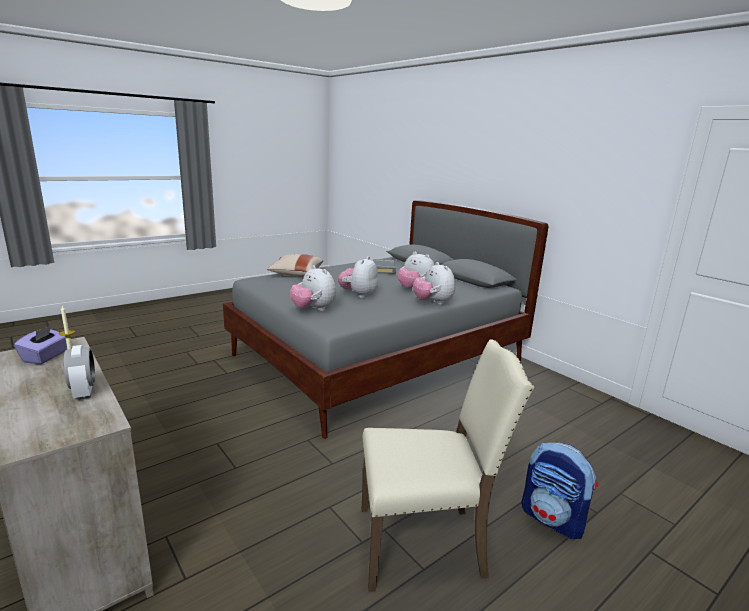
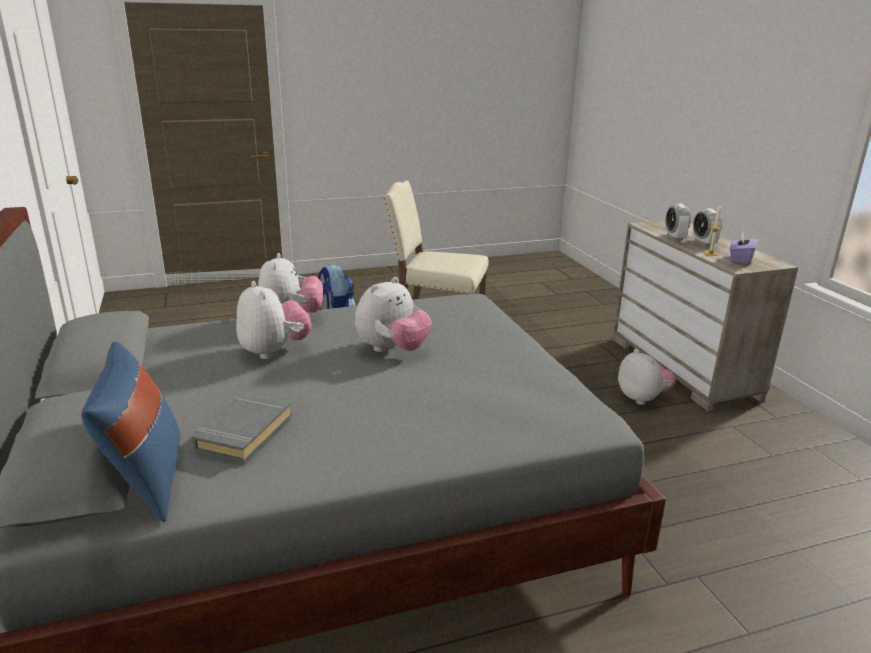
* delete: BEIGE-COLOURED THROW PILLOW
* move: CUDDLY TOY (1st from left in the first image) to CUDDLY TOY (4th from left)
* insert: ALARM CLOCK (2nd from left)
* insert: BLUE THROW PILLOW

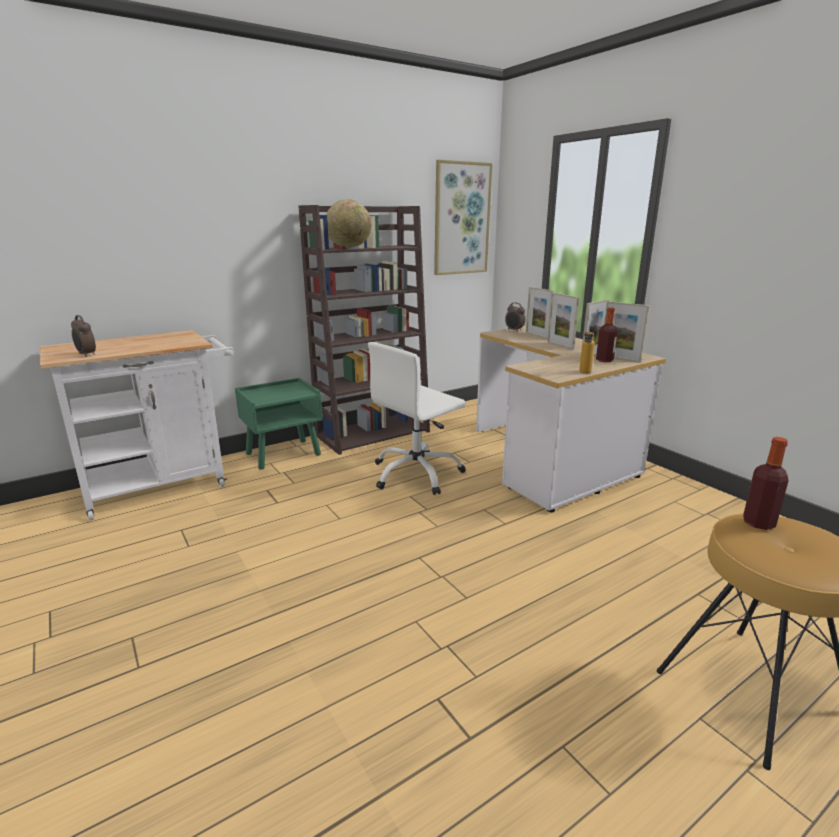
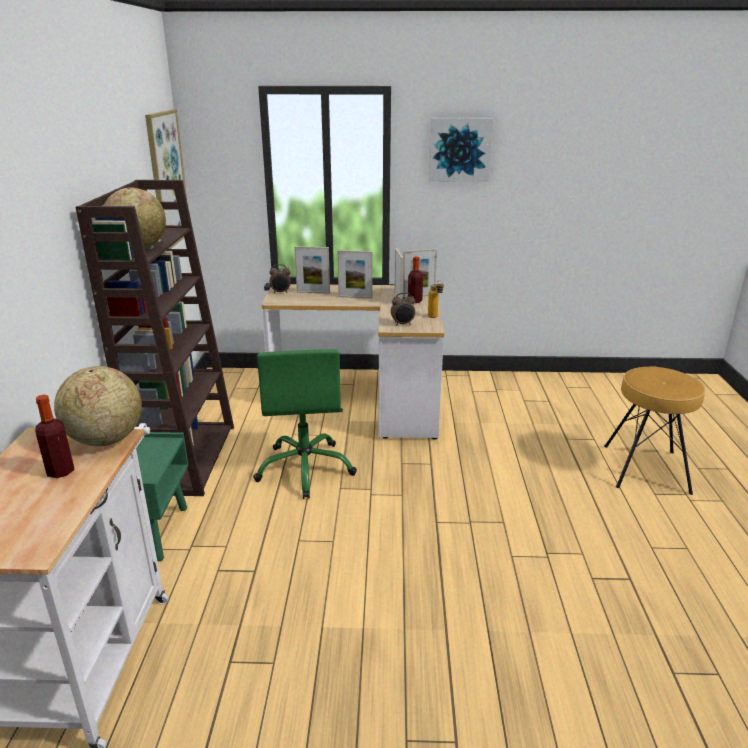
* move: ALARM CLOCK (1st from left in the first image) to ALARM CLOCK (2nd from left)
* recolor: WHITISH DESK CHAIR to GREEN-COLOURED DESK CHAIR
* move: BEVERAGE BOTTLE (3rd from left in the first image) to BEVERAGE BOTTLE (1st from left)
* insert: PICTURE (2nd from left)
* insert: WORLD GLOBE (1st from left)

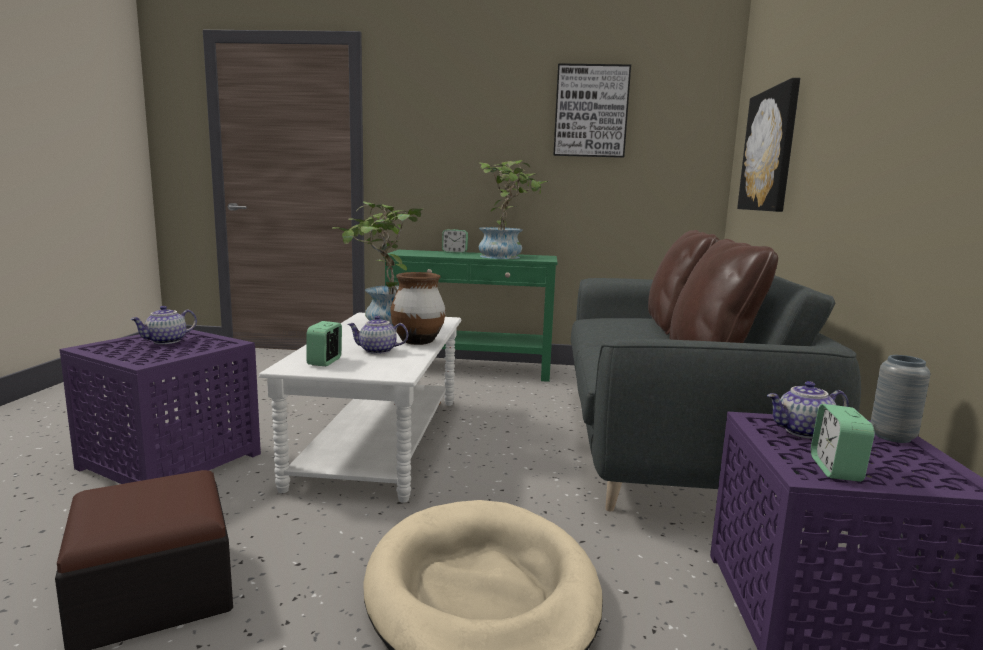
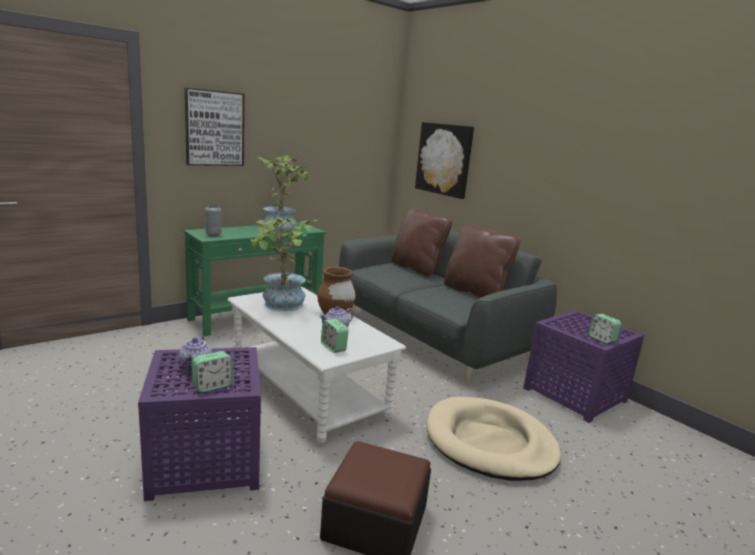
* move: PICTURE (1st from left)
* move: ALARM CLOCK (2nd from left in the first image) to ALARM CLOCK (1st from left)
* move: GREY FLOWER VASE
* delete: TEA POT (3rd from left)

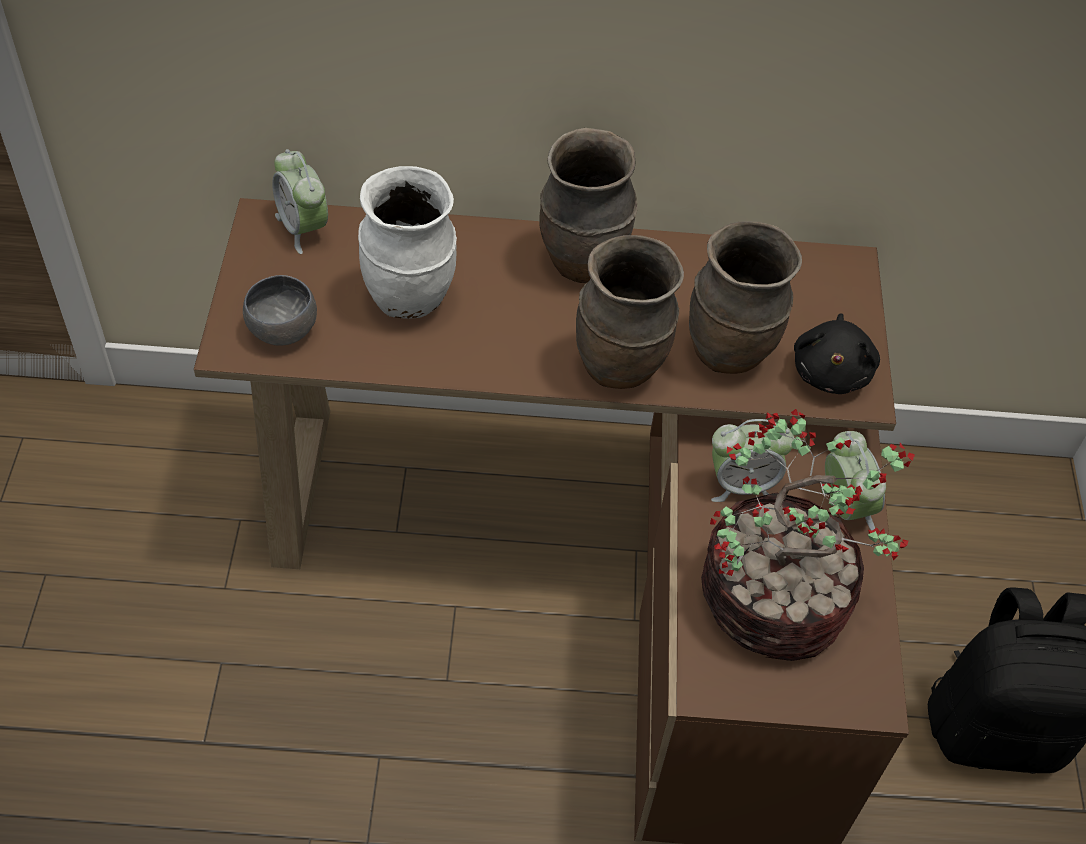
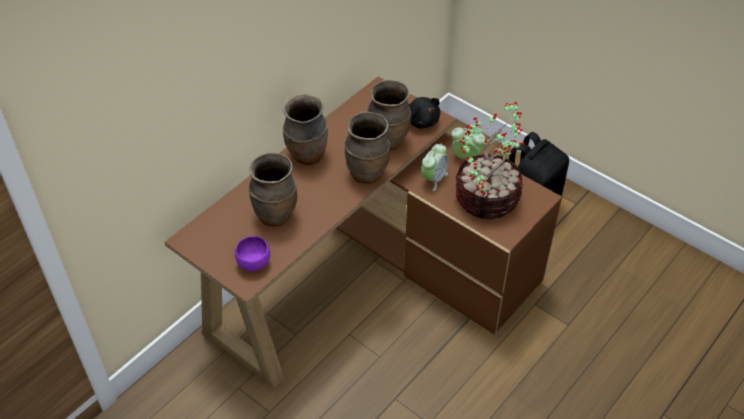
* delete: ALARM CLOCK (1st from left)
* recolor: WHITISH FLOWER VASE to BROWN-COLOURED FLOWER VASE (1st from left)
* recolor: GREY DEEP DISH to PURPLISH DEEP DISH

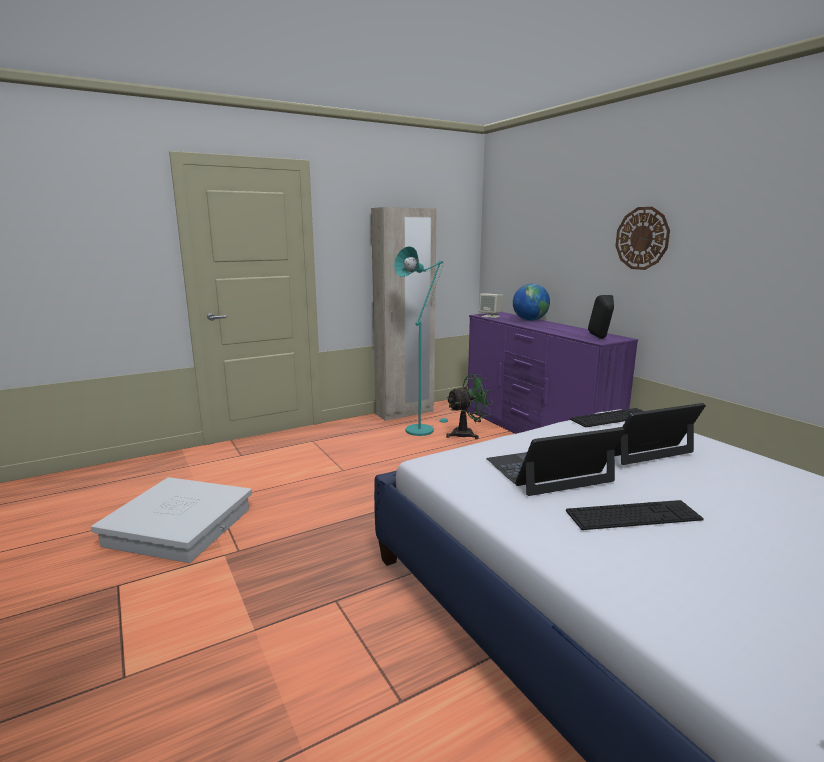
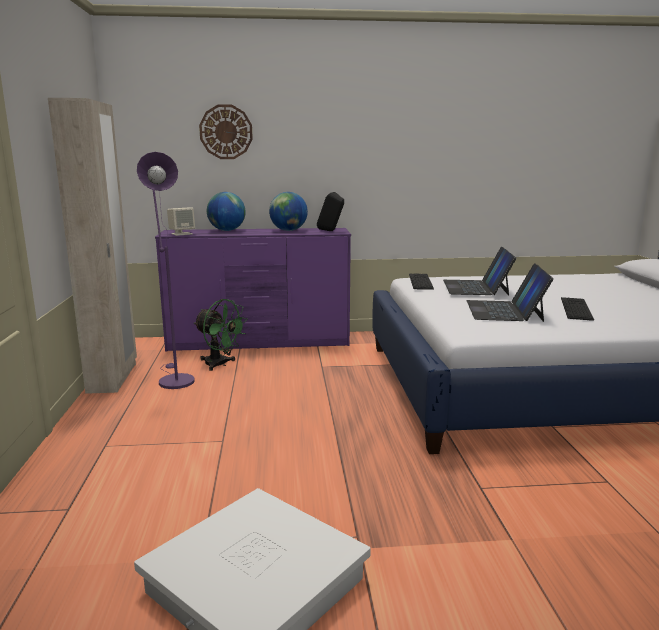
* move: HANGING CLOCK
* recolor: BLUE-GREEN STANDARD LAMP to PURPLISH STANDARD LAMP
* rotate: GREEN-COLOURED ELECTRIC FAN 120 degrees clockwise
* insert: WORLD GLOBE (2nd from left)

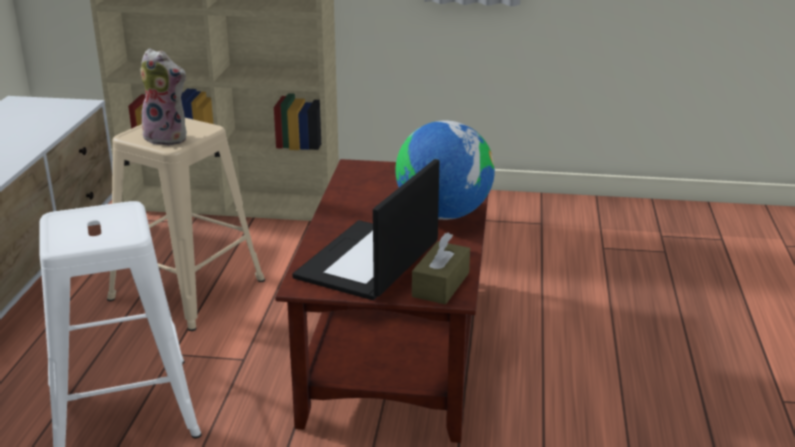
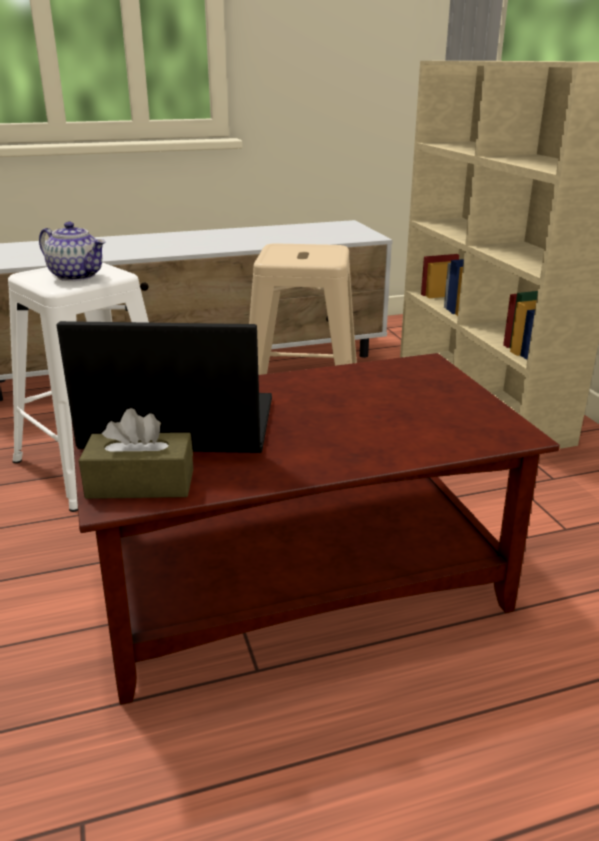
* delete: CUDDLY TOY
* delete: WORLD GLOBE
* insert: TEA POT

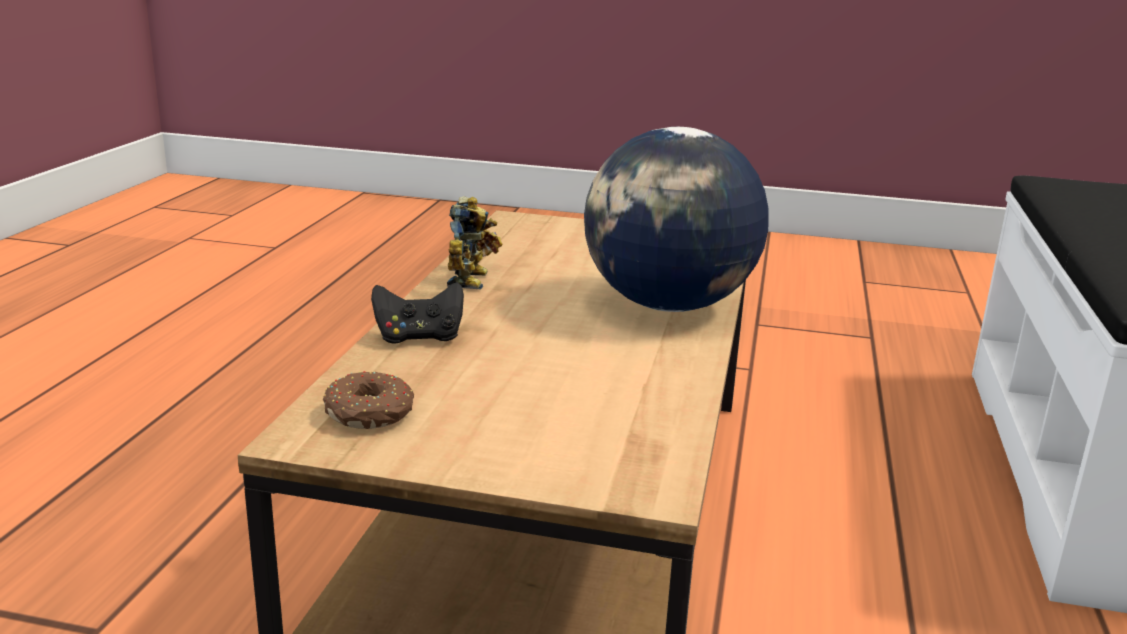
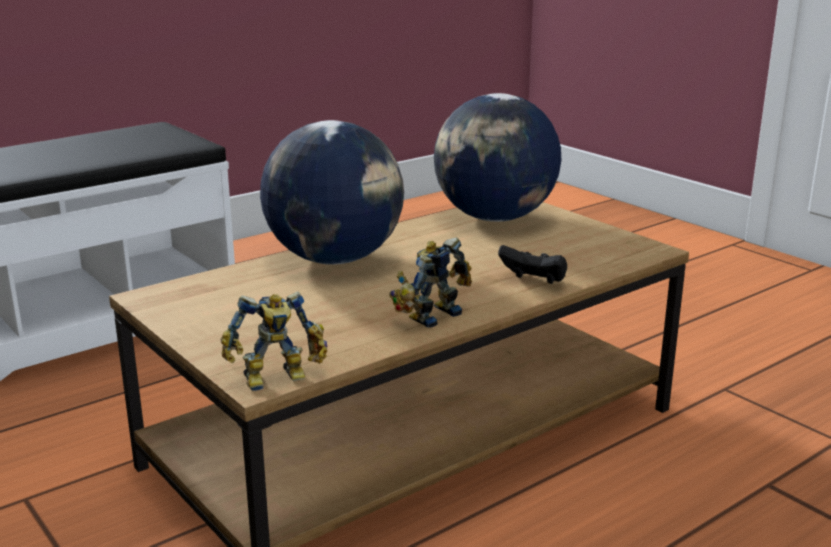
* delete: RING DOUGHNUT
* insert: WORLD GLOBE (2nd from left)
* insert: MODEL ROBOT (1st from left)

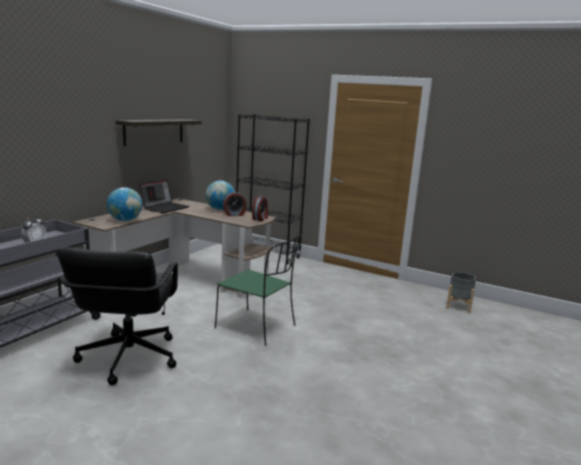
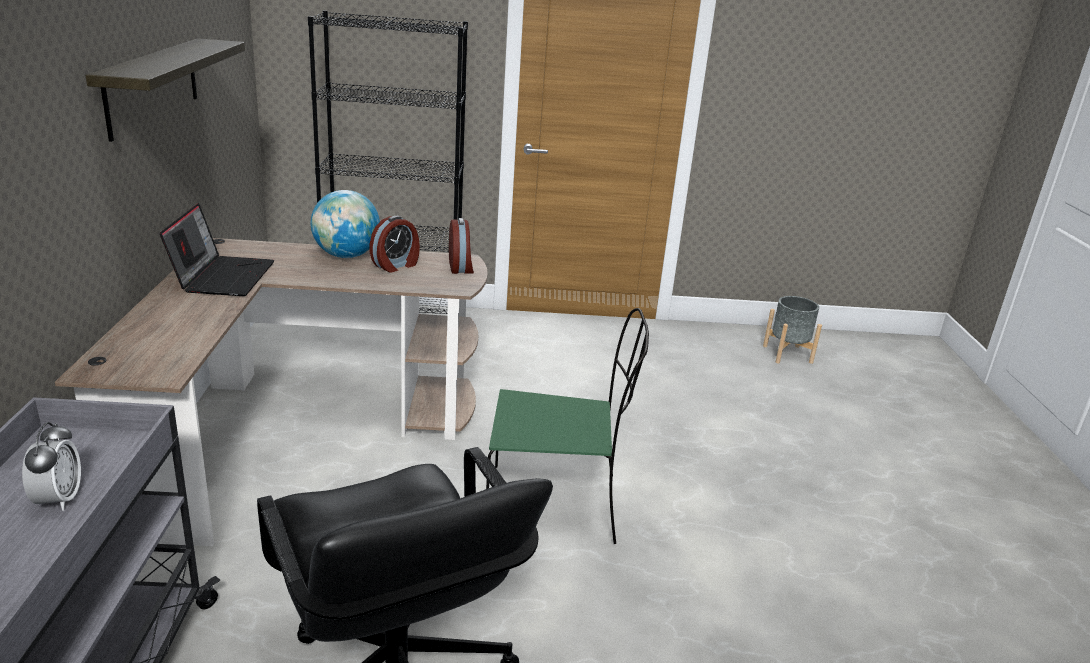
* delete: WORLD GLOBE (1st from left)

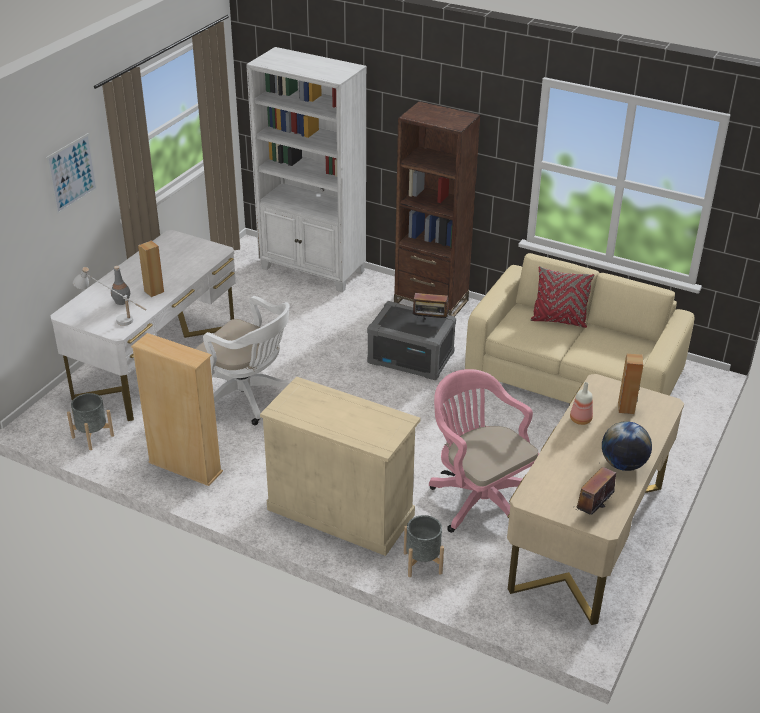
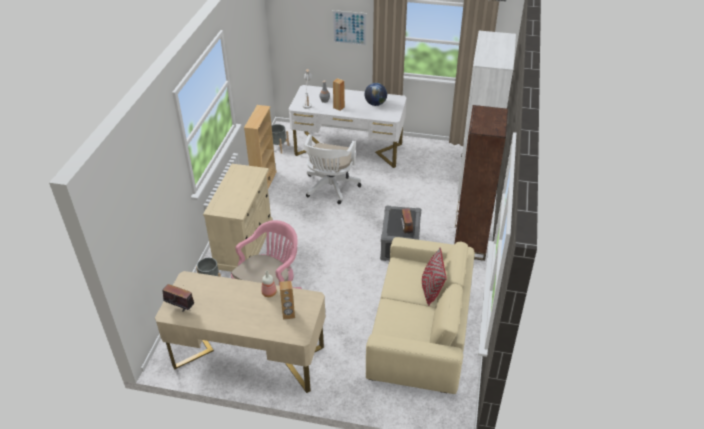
* move: WORLD GLOBE

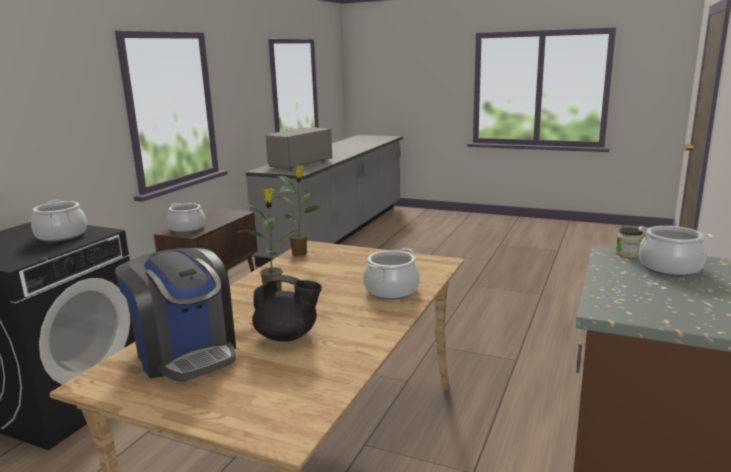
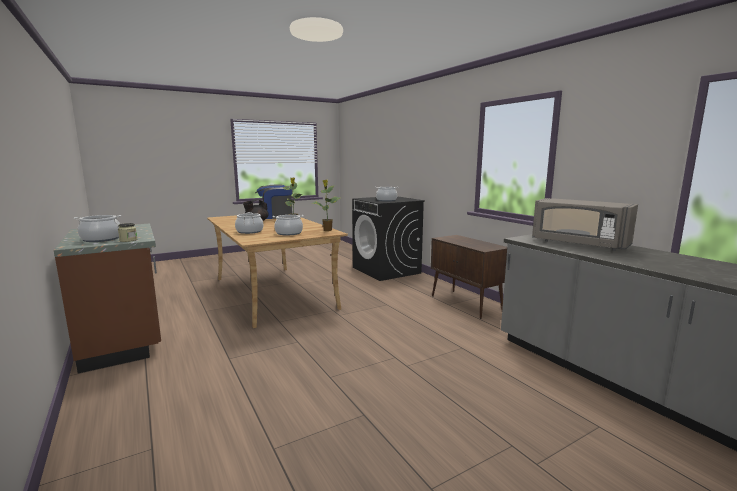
* rotate: GREY MICROWAVE OVEN 150 degrees clockwise
* move: STOCKPOT (2nd from left in the first image) to STOCKPOT (3rd from left)

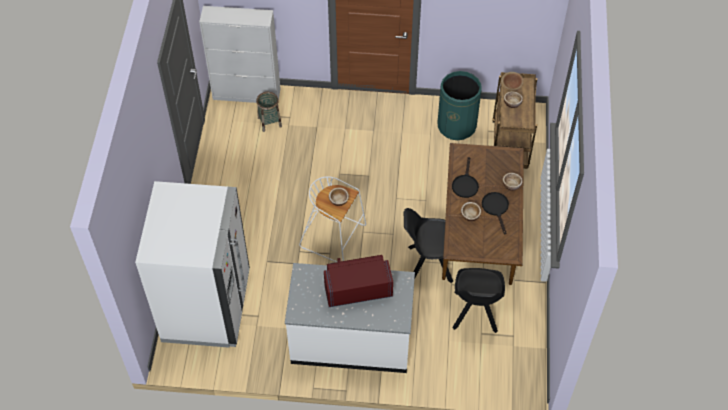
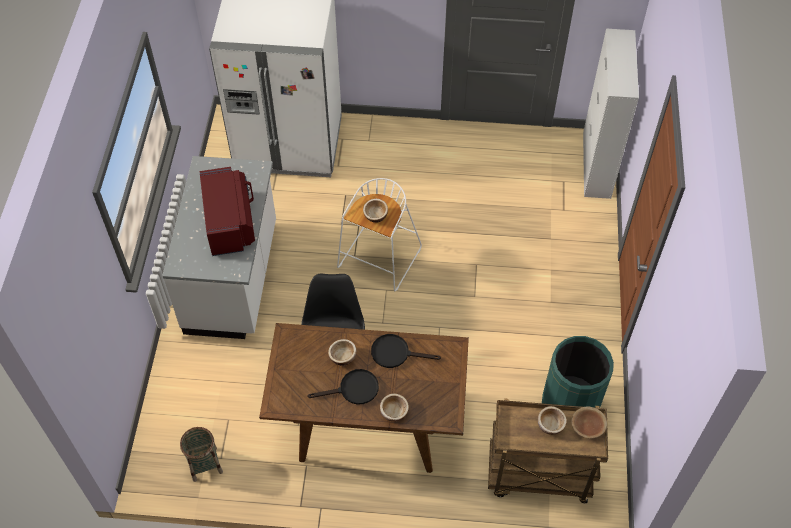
* move: HOUSEHOLD BASKET
* delete: BLACK PLAIN CHAIR (2nd from left)

